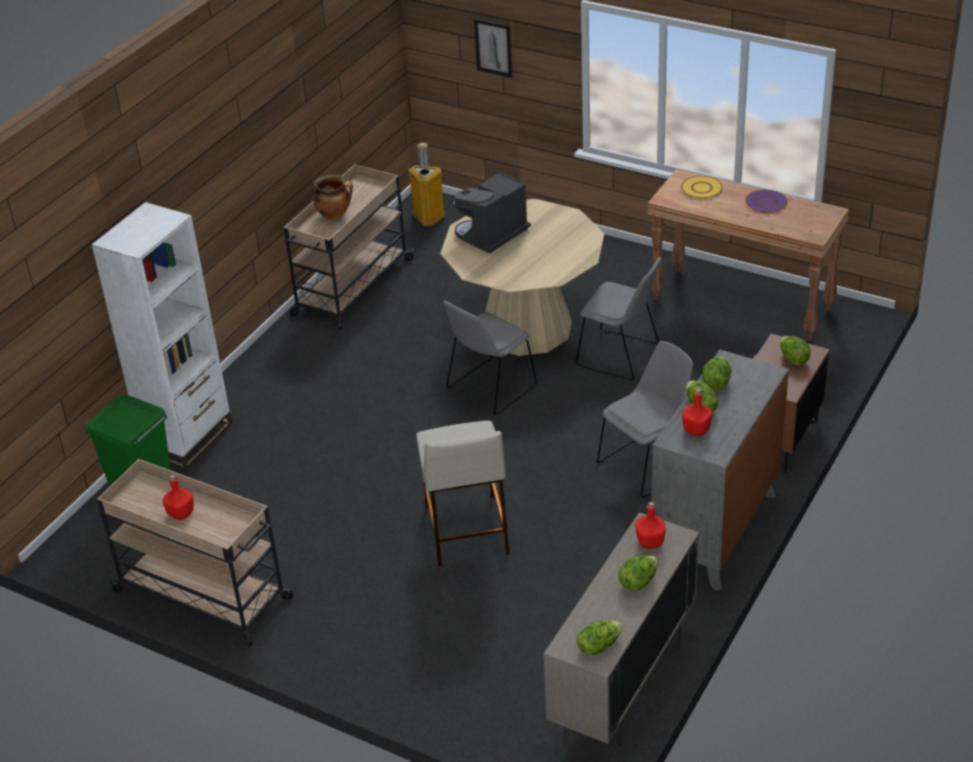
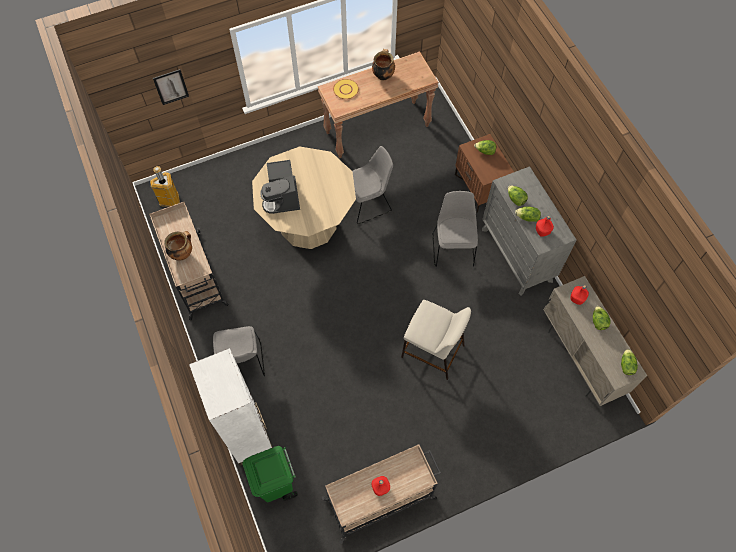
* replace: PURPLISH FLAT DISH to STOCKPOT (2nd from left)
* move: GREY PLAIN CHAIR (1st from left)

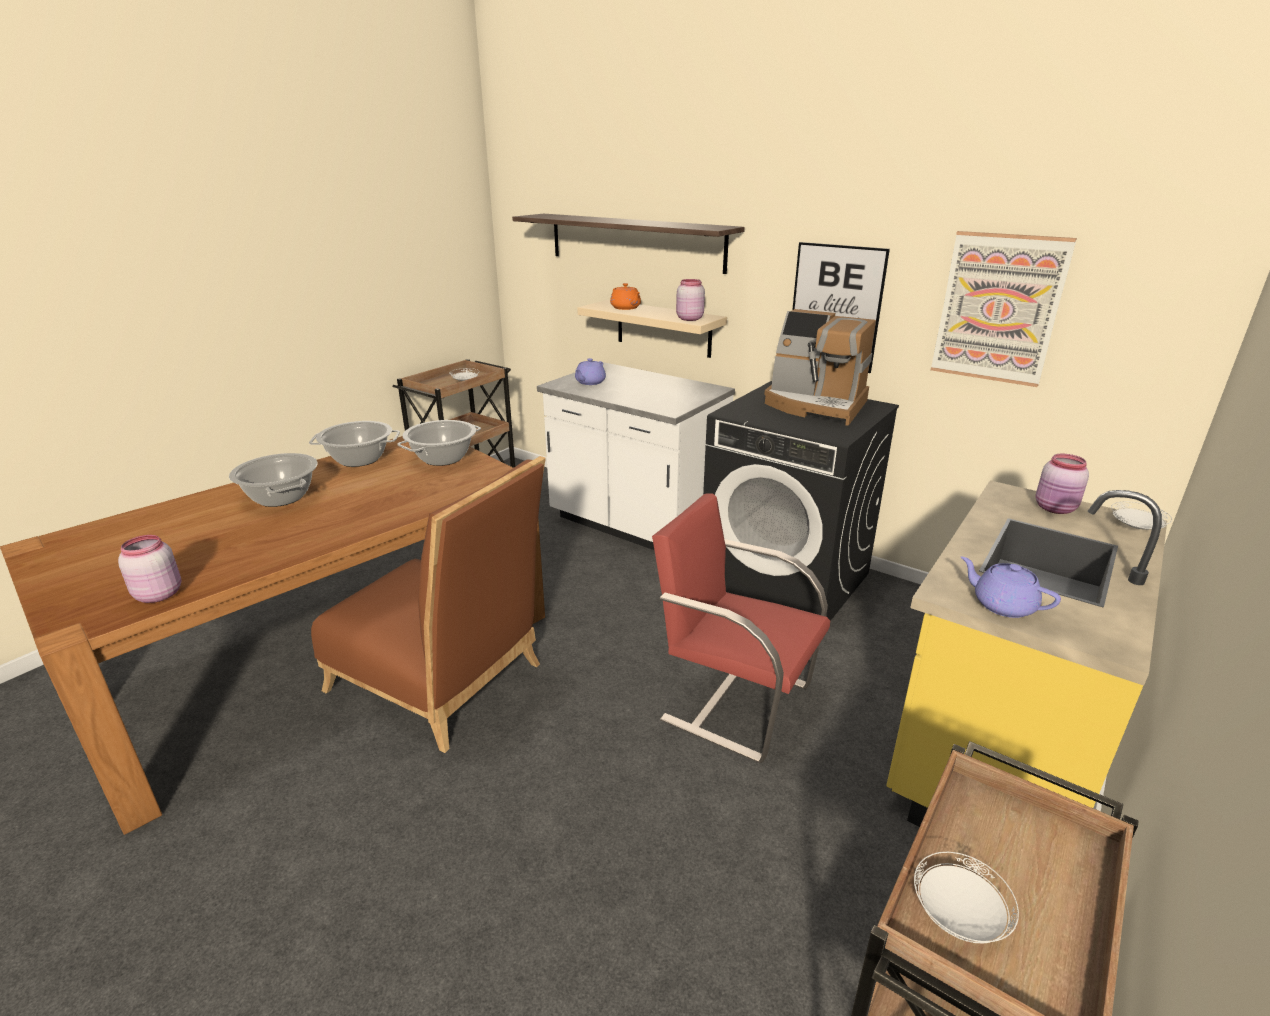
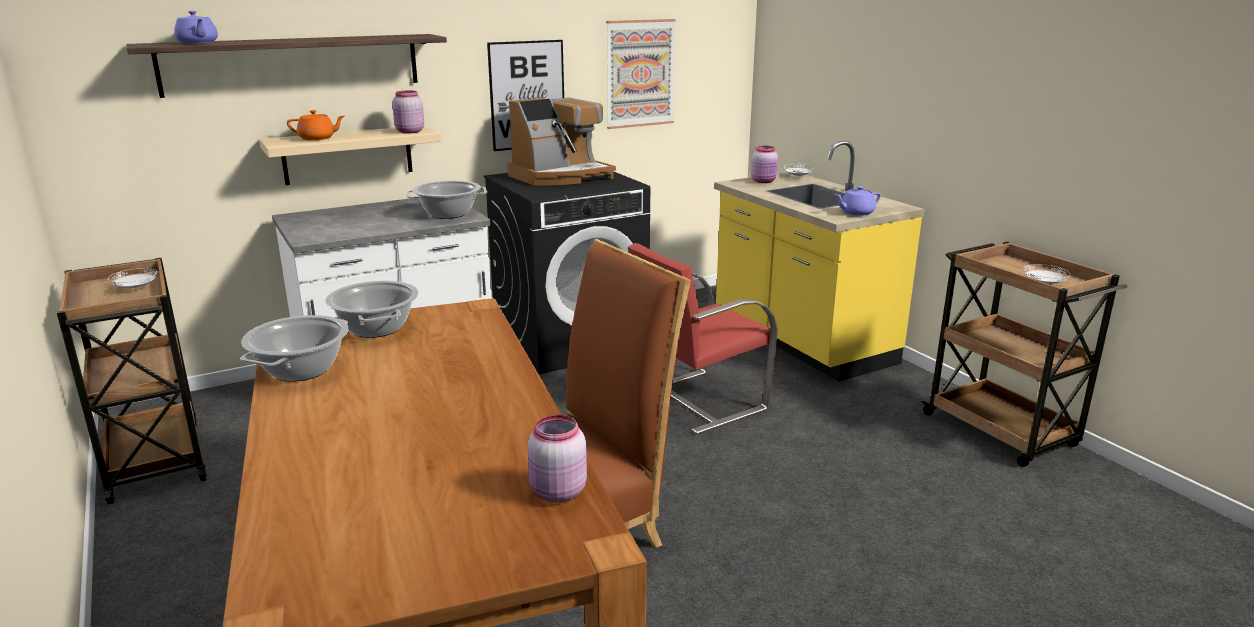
* move: PURPLISH TEA POT (1st from left)
* move: STOCKPOT (1st from left in the first image) to STOCKPOT (3rd from left)

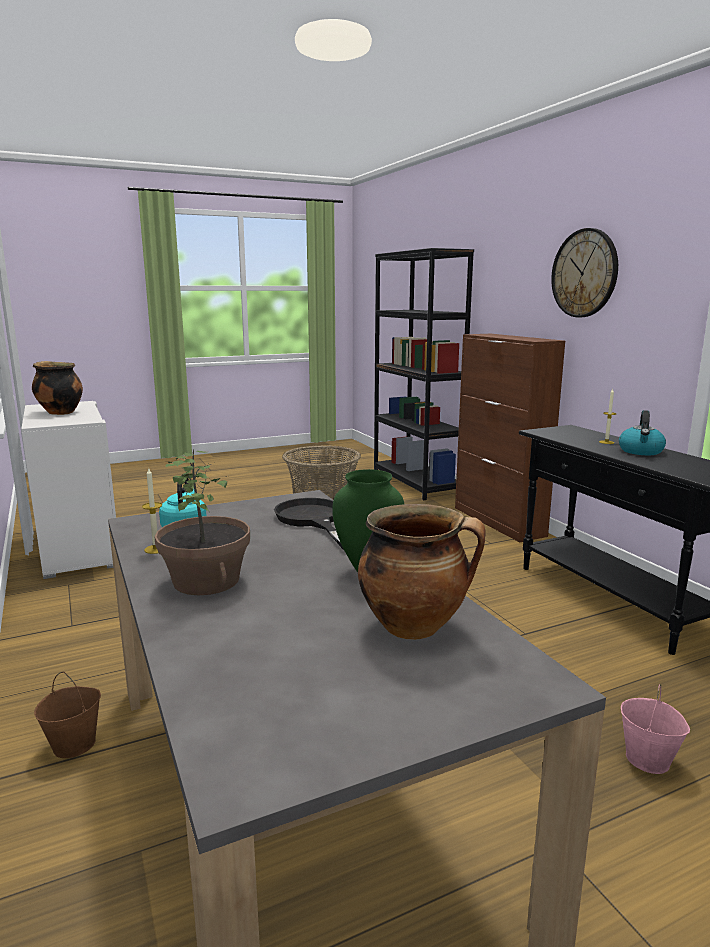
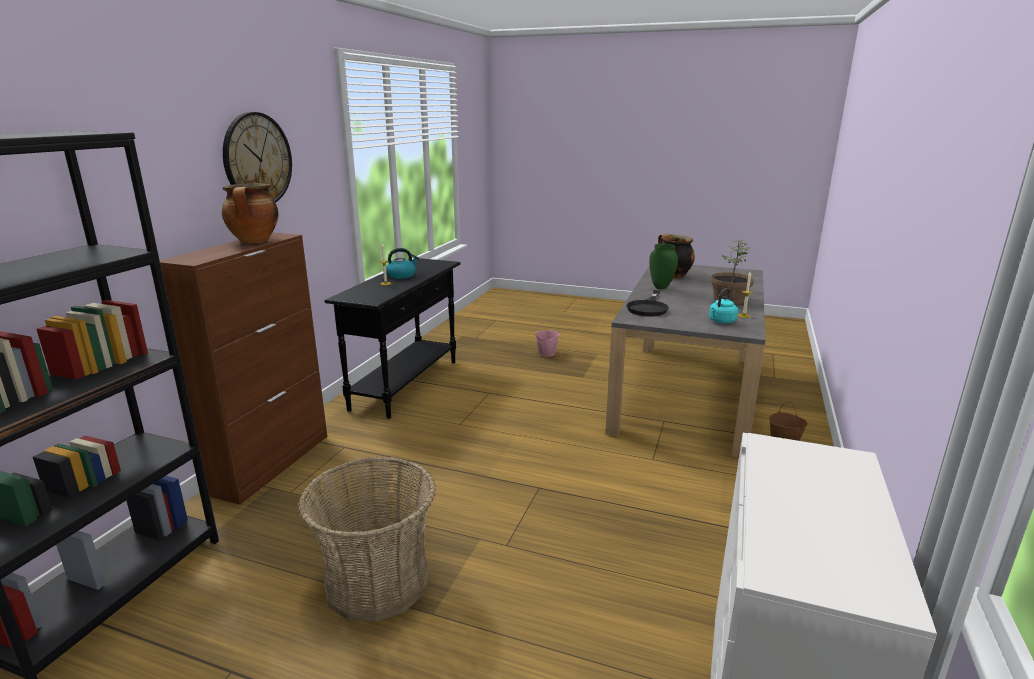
* move: STOCKPOT (1st from left)

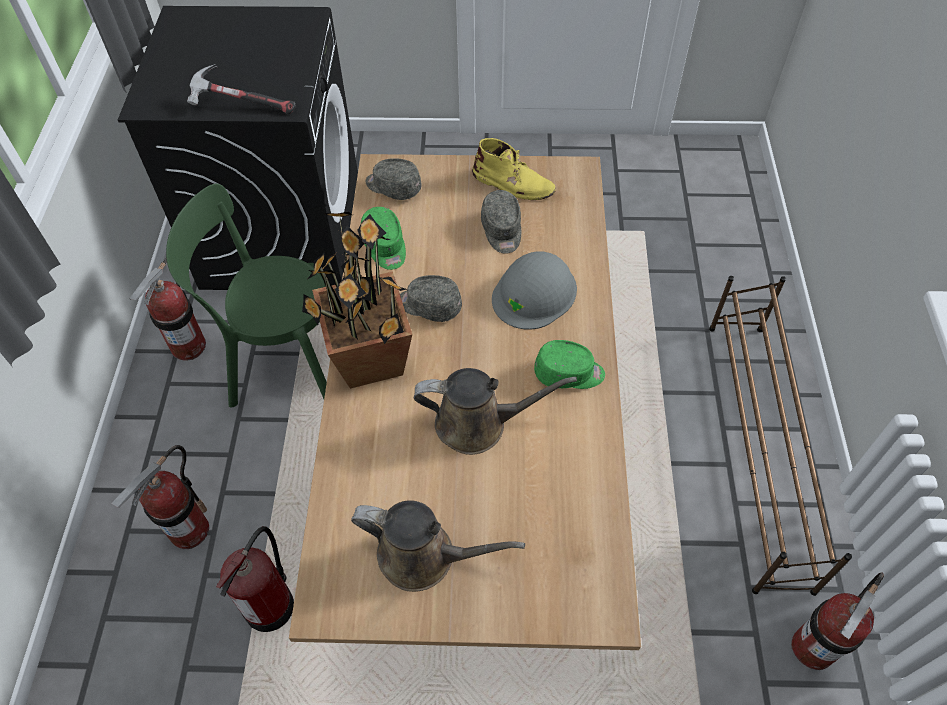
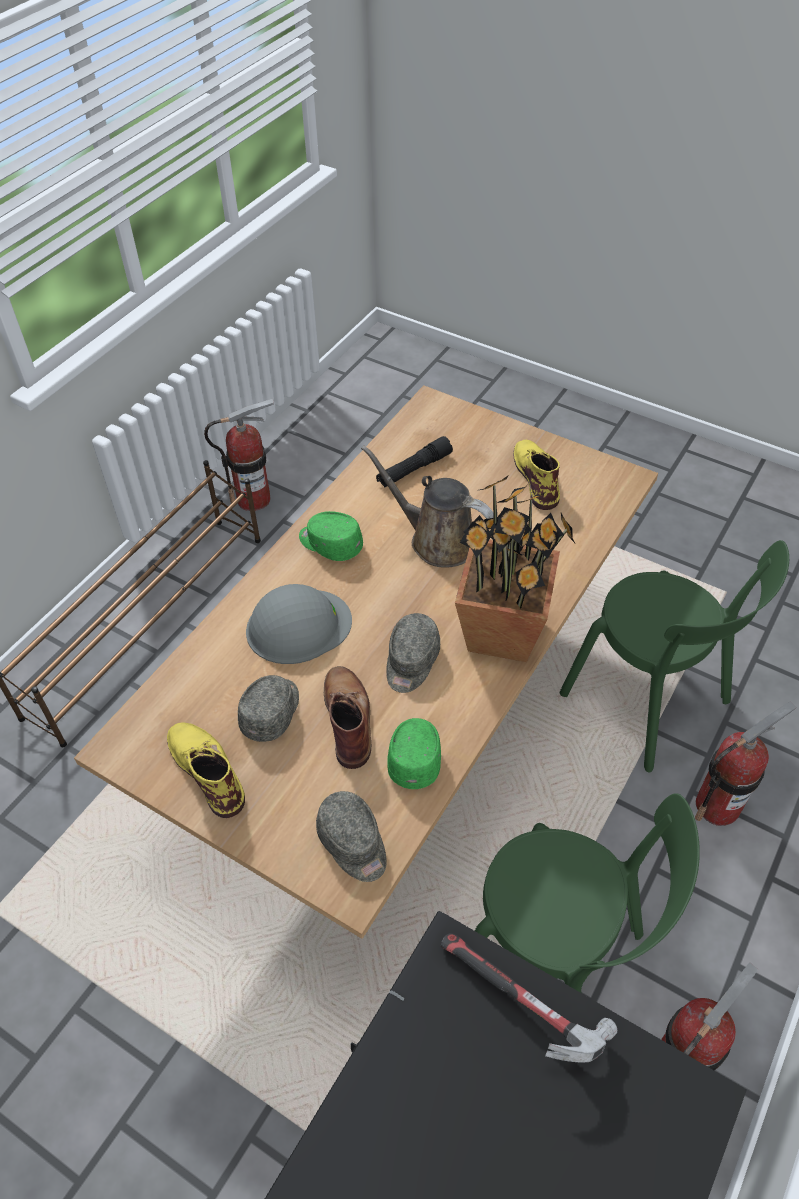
* rotate: GREY CAP (2nd from left in the first image) 60 degrees clockwise
* replace: BROWN-COLOURED WATERING POT (1st from left) to YELLOWISH BOOT (2nd from left)
* replace: FIRE EXTINGUISHER (3rd from left) to GREEN-COLOURED PLAIN CHAIR (2nd from left)
* insert: BLACK TORCH
* insert: BROWN-COLOURED BOOT

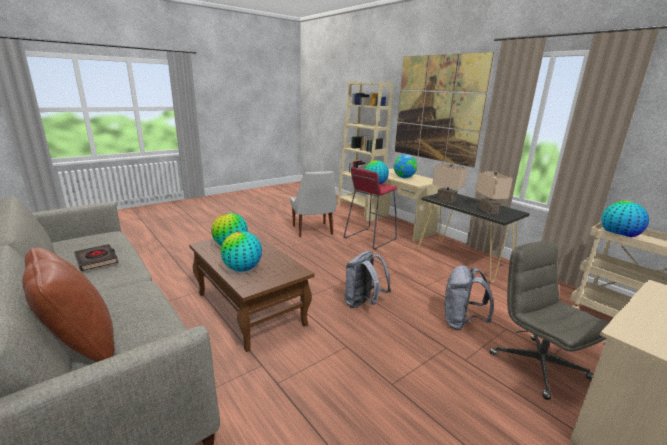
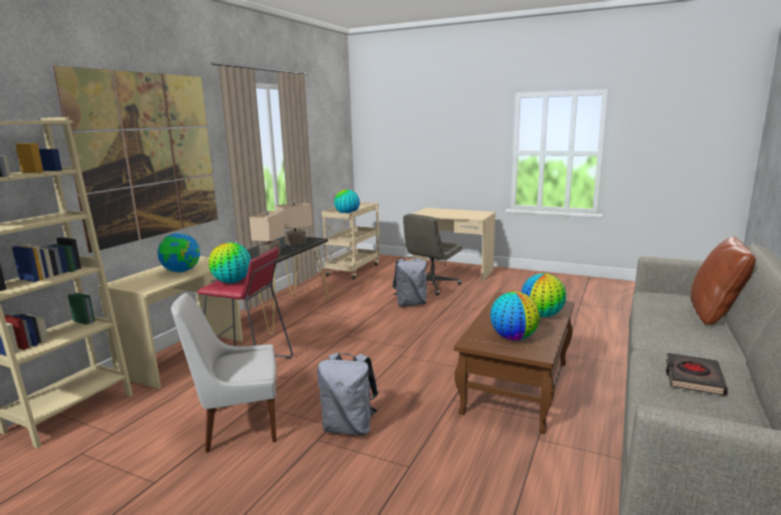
* rotate: WHITISH PLAIN CHAIR 150 degrees counterclockwise
* move: GREY RUCKSACK (1st from left)

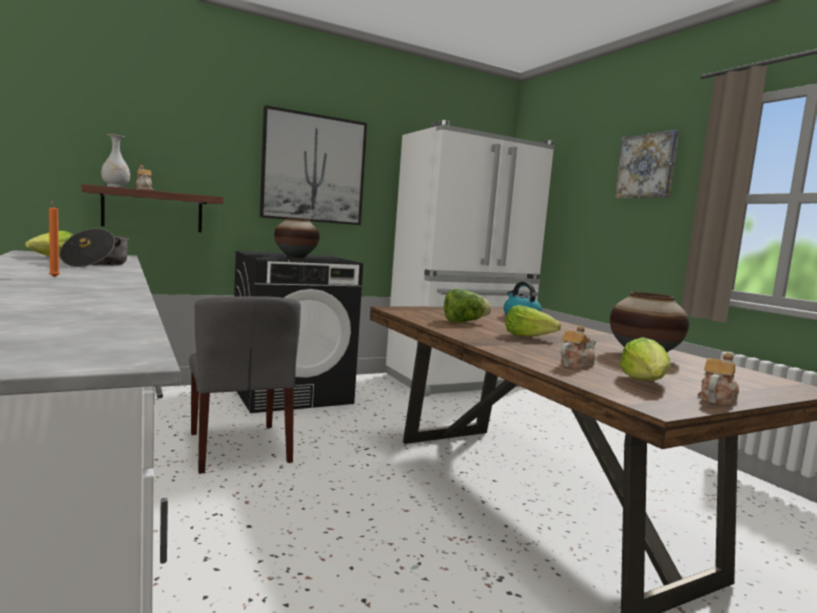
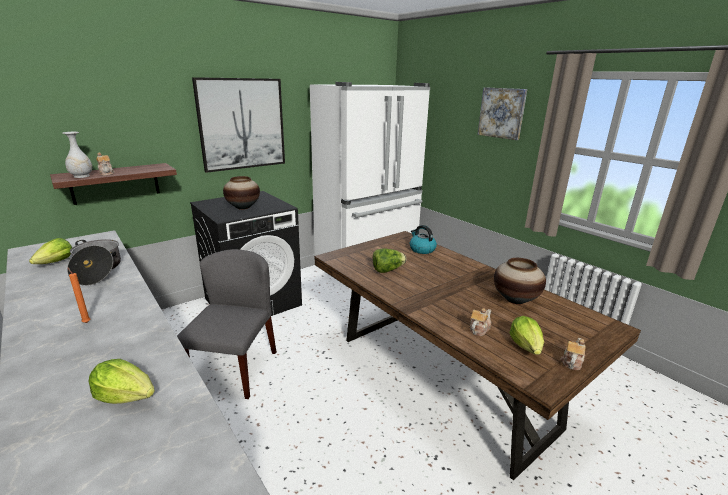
* rotate: GREY PLAIN CHAIR 135 degrees counterclockwise
* move: LETTUCE (3rd from left in the first image) to LETTUCE (2nd from left)

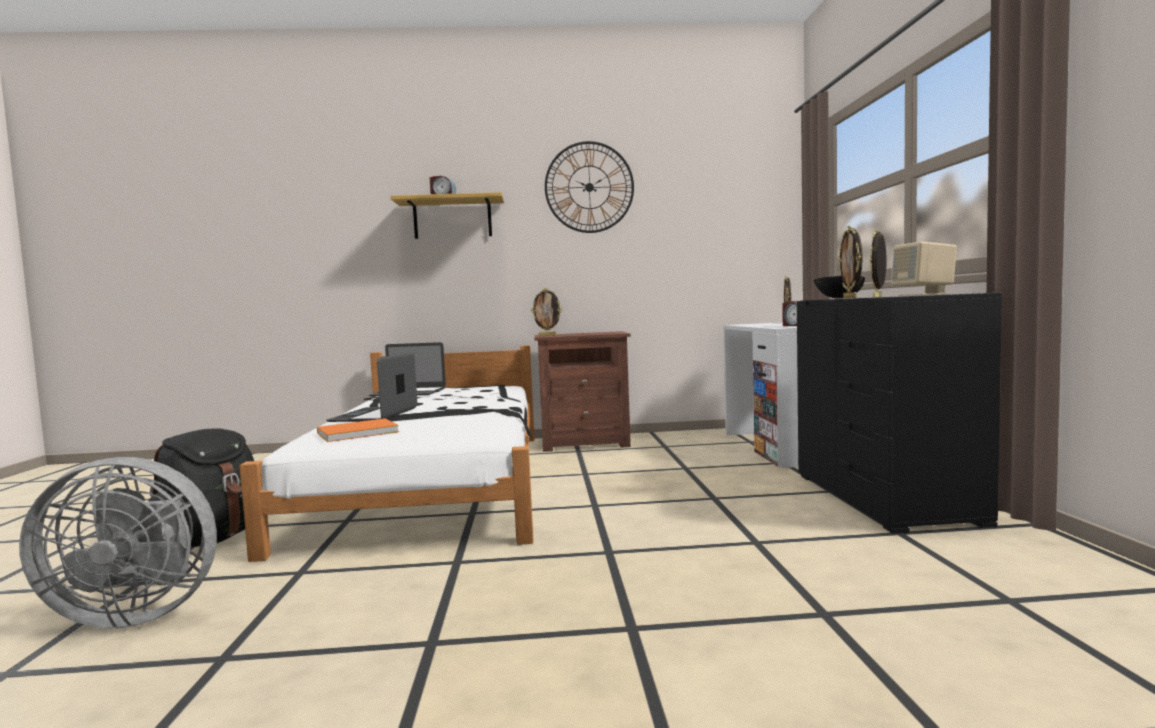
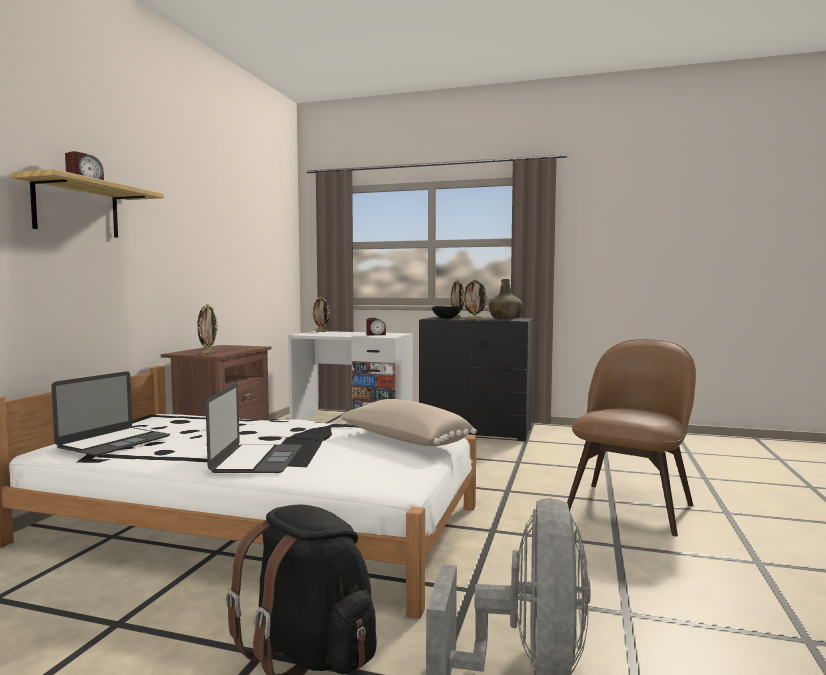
* delete: HANGING CLOCK
* replace: BEIGE-COLOURED AUDIO SPEAKER to GREEN-COLOURED BEVERAGE BOTTLE
* rotate: LAPTOP (1st from left in the first image) 120 degrees counterclockwise
* delete: ORANGE-COLOURED BOUND BOOK
* insert: BROWN-COLOURED PLAIN CHAIR
* insert: BEIGE-COLOURED THROW PILLOW

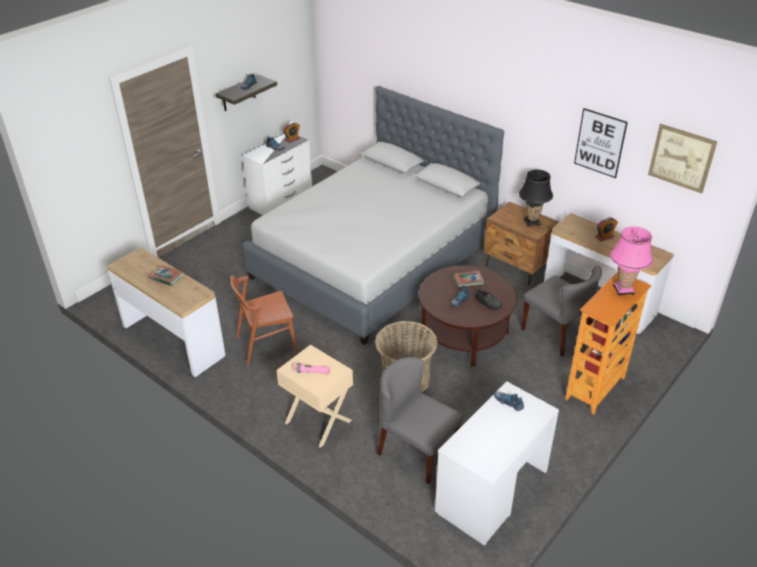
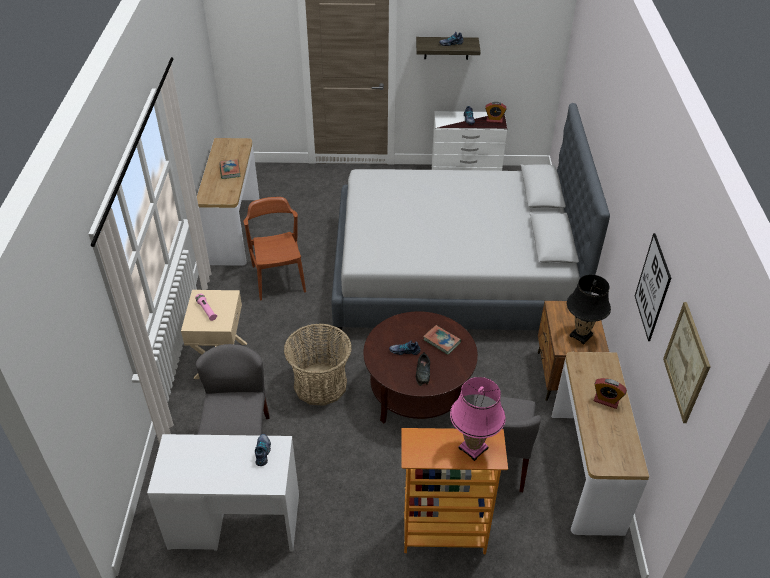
* rotate: BROWN-COLOURED PLAIN CHAIR 45 degrees clockwise

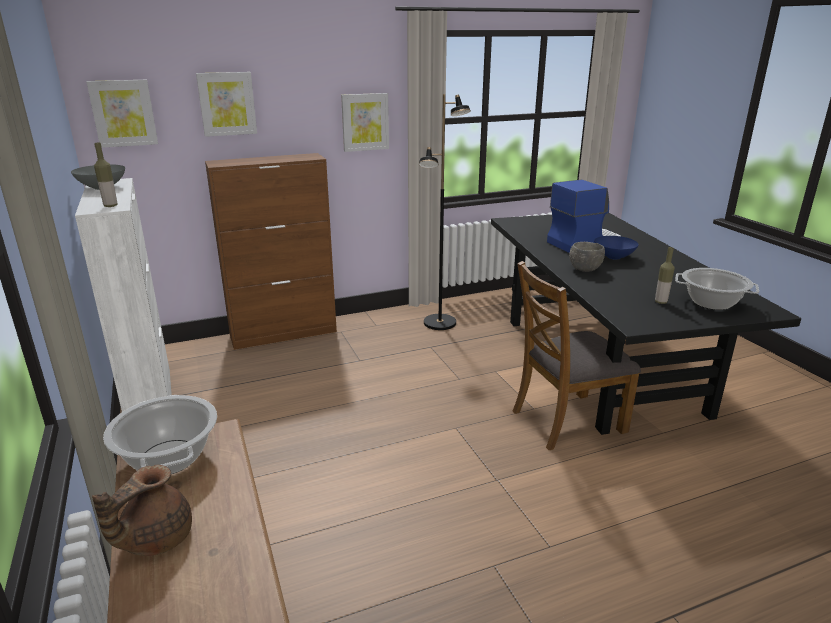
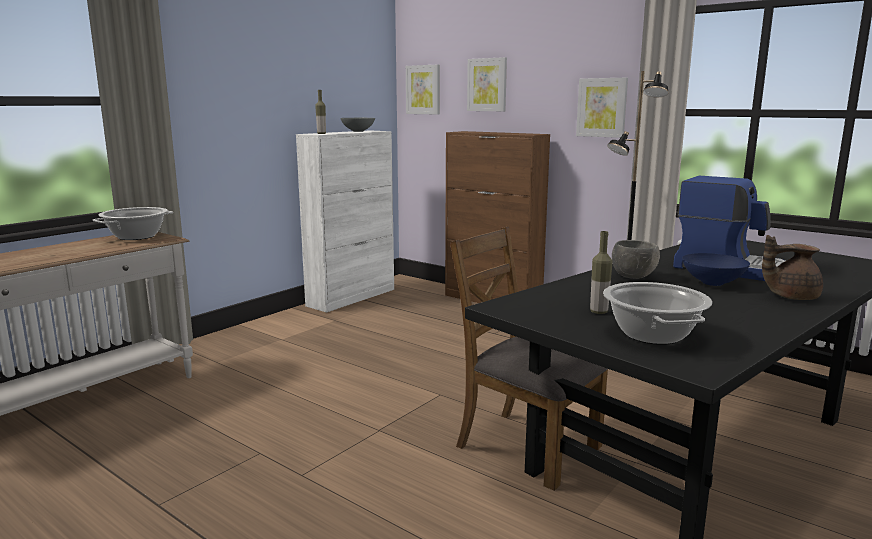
* move: BROWN-COLOURED TEA POT

